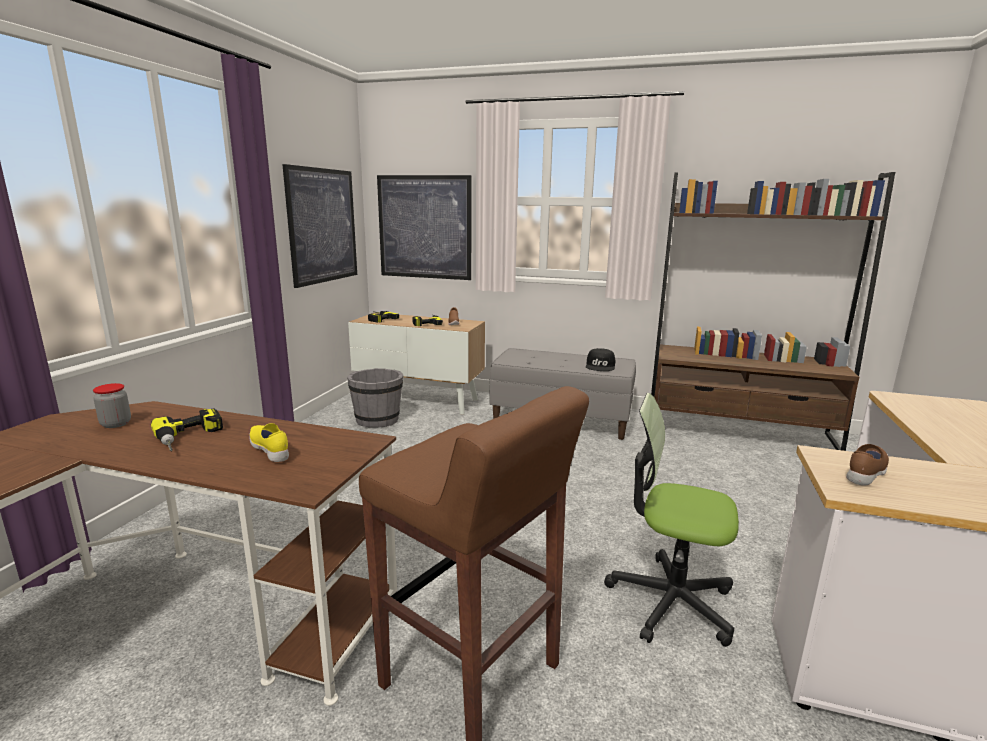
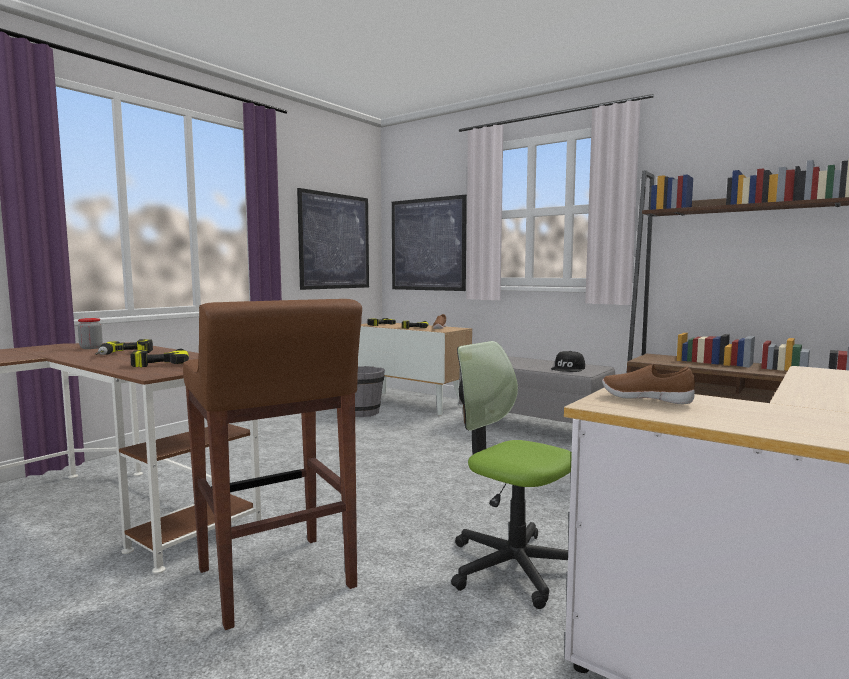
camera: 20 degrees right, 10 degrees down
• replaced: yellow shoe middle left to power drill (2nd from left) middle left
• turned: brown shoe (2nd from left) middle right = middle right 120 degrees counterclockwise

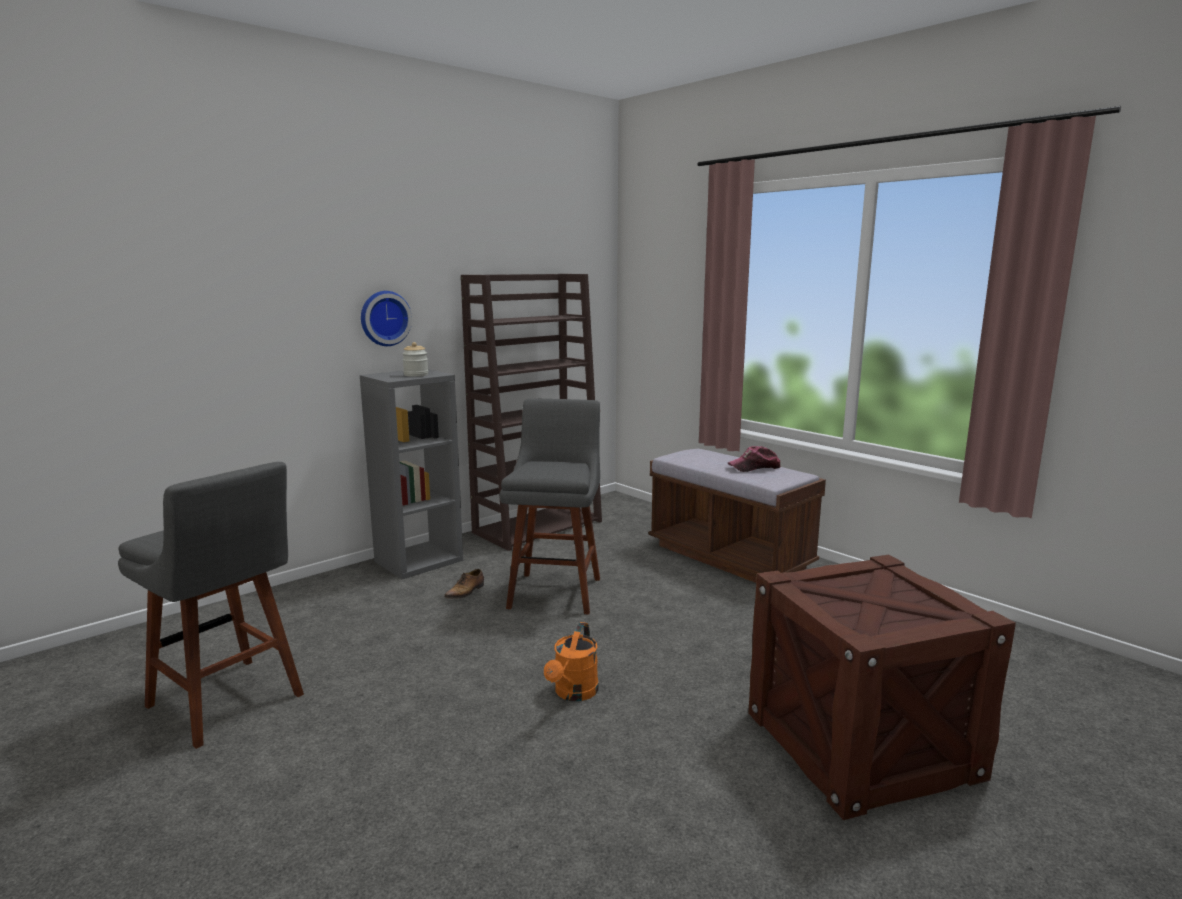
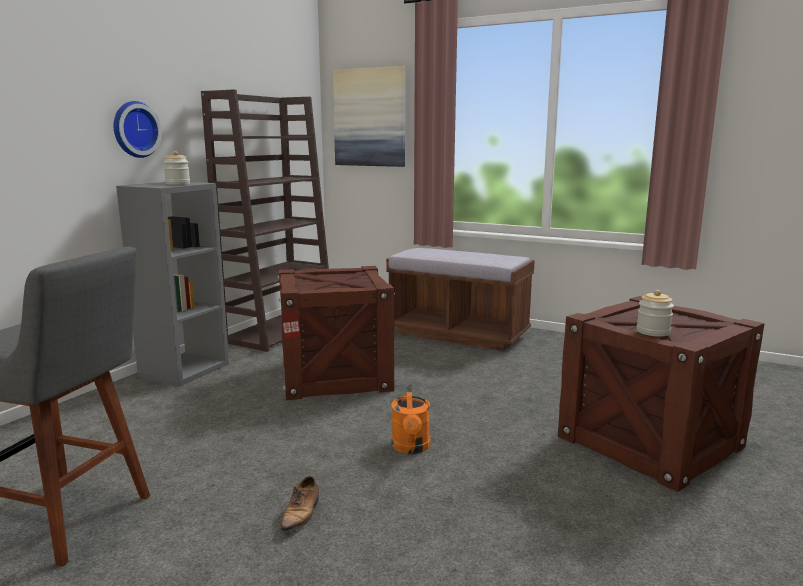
camera: 20 degrees left, 0 degrees up
• moved: shoe centre to bottom centre
• replaced: grey stool (2nd from left) centre to crate (1st from left) centre
• removed: cap centre
• added: picture top centre
• added: jar (2nd from left) middle right

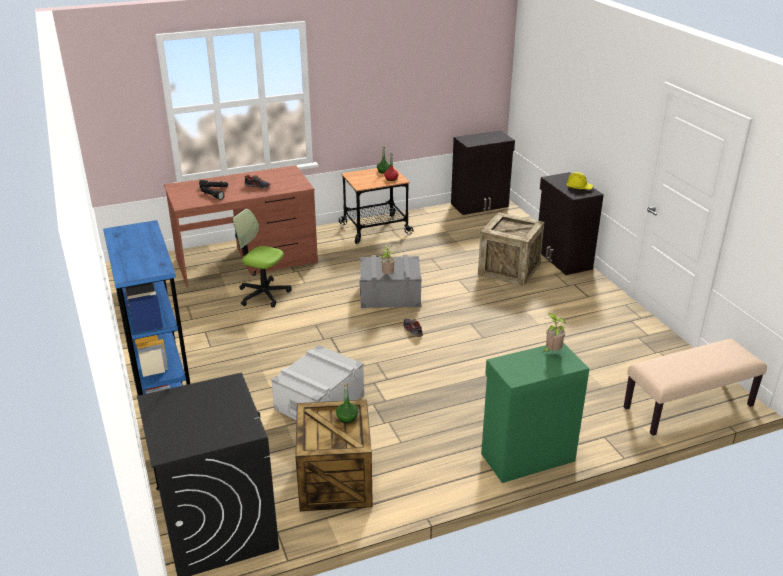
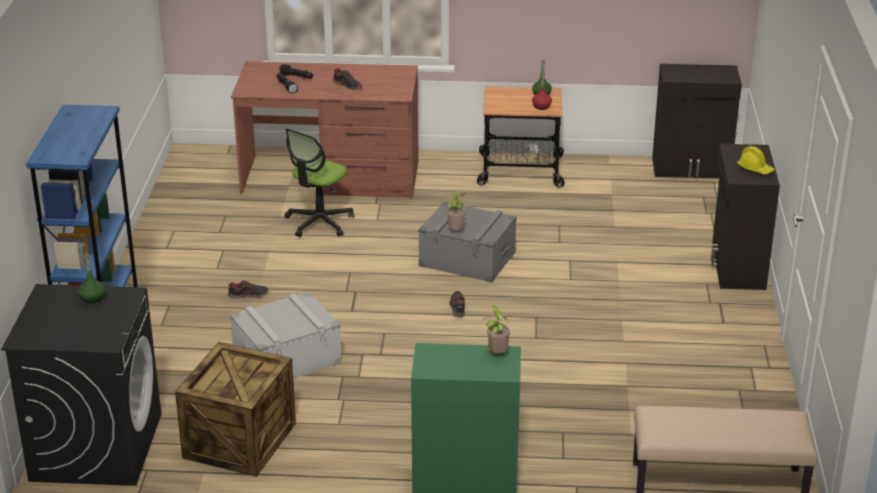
camera: 25 degrees right, 0 degrees up
• turned: office chair centre = centre 105 degrees counterclockwise
• moved: green bottle (1st from left) bottom centre to middle left
• removed: crate (2nd from left) centre
• added: shoe (1st from left) middle left

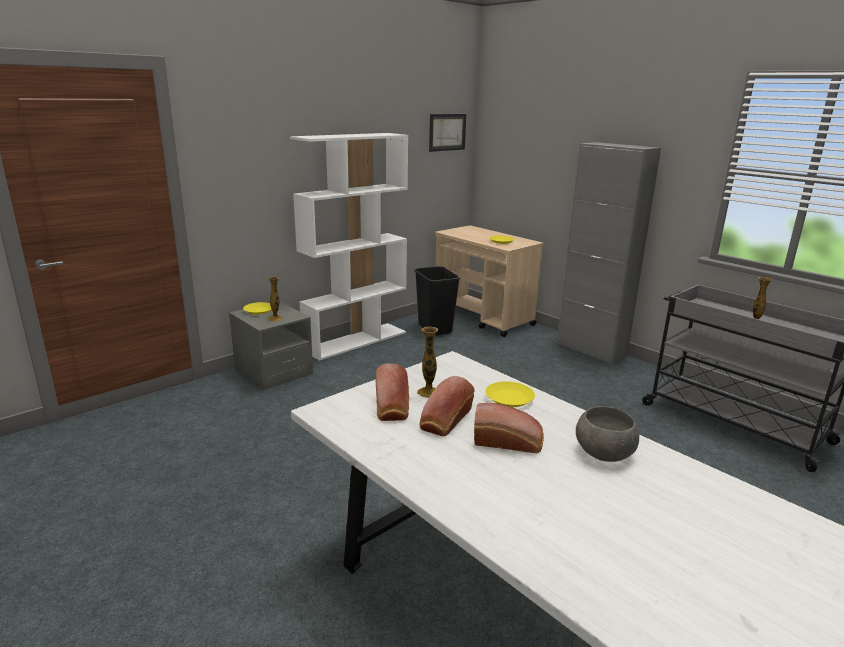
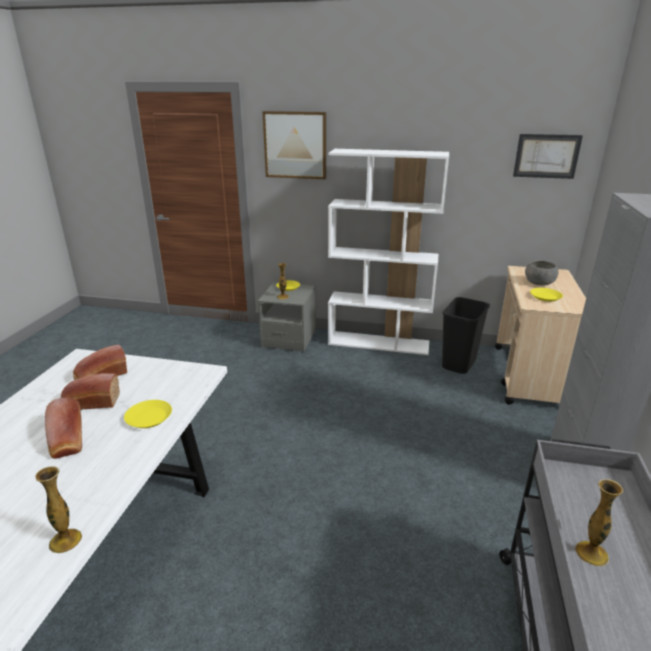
camera: 55 degrees right, 5 degrees up
• moved: vase (2nd from left in the first image) centre to vase (1st from left) bottom left
• moved: grey bowl bottom right to middle right
• added: picture (1st from left) top centre

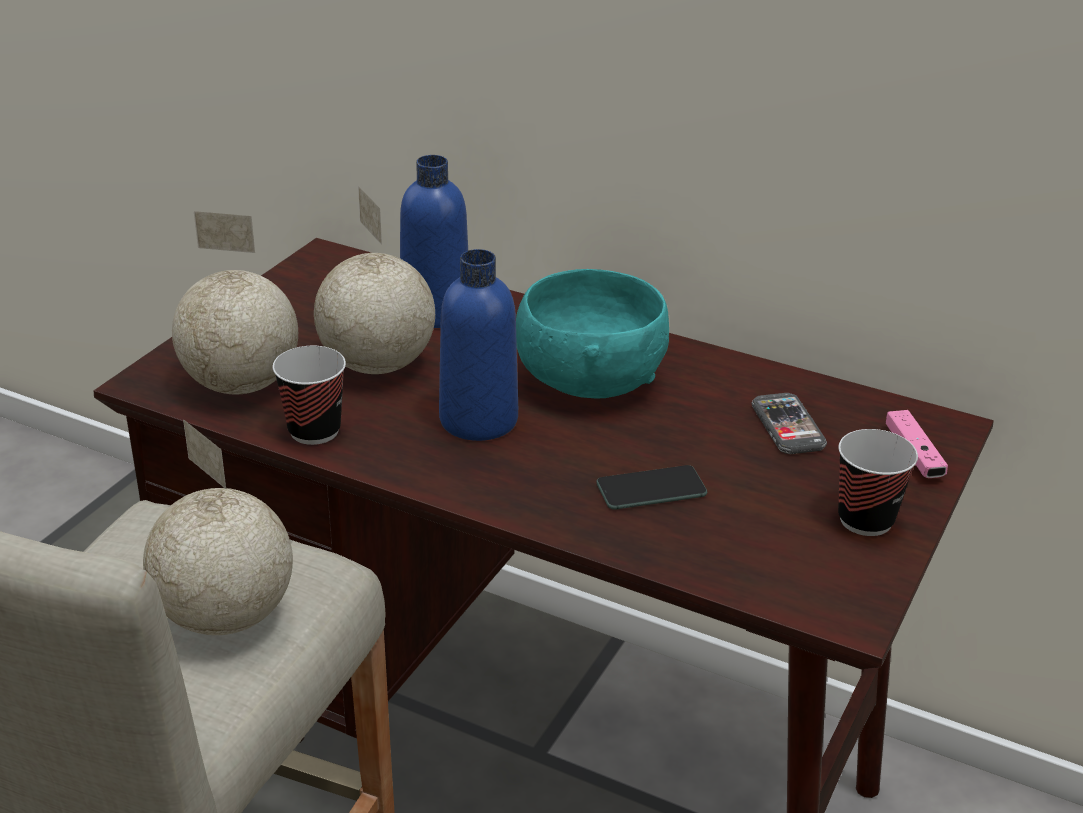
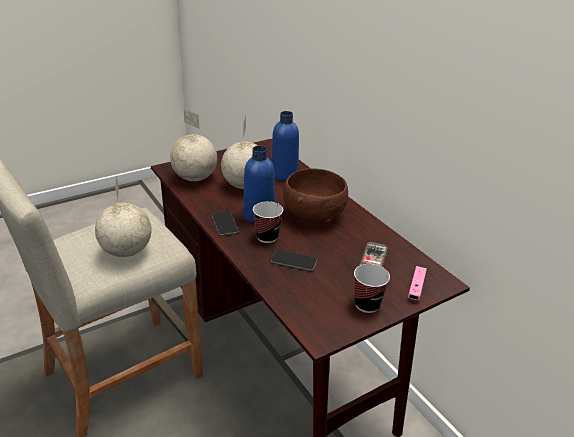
camera: 30 degrees right, 0 degrees up
• moved: cup (1st from left) middle left to centre
• recoloured: turquoise bowl centre to brown bowl centre
• added: phone (1st from left) centre

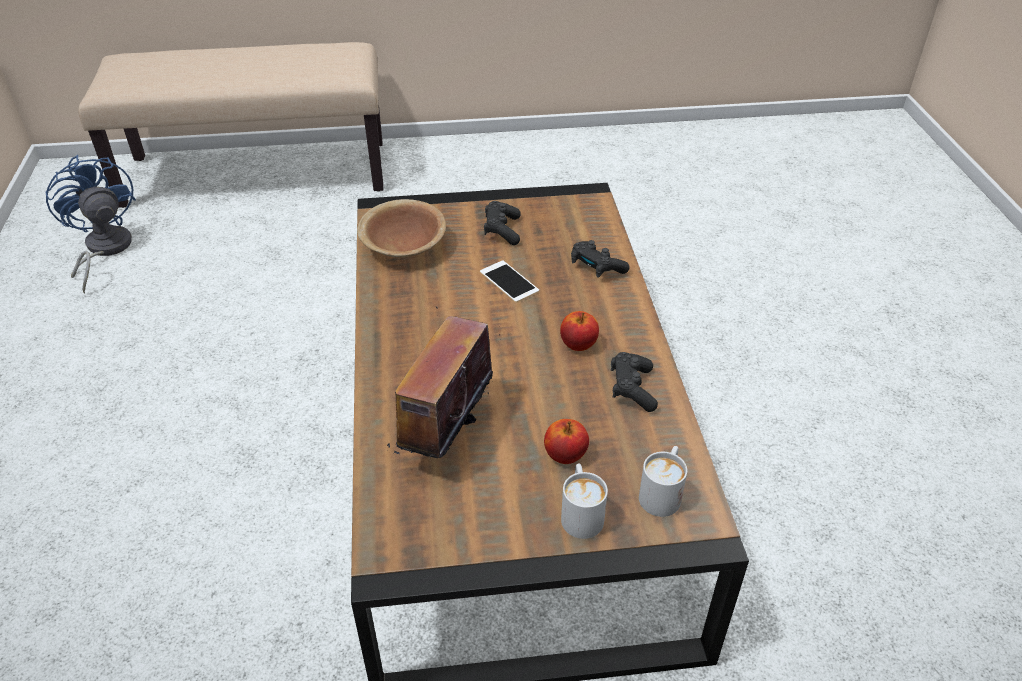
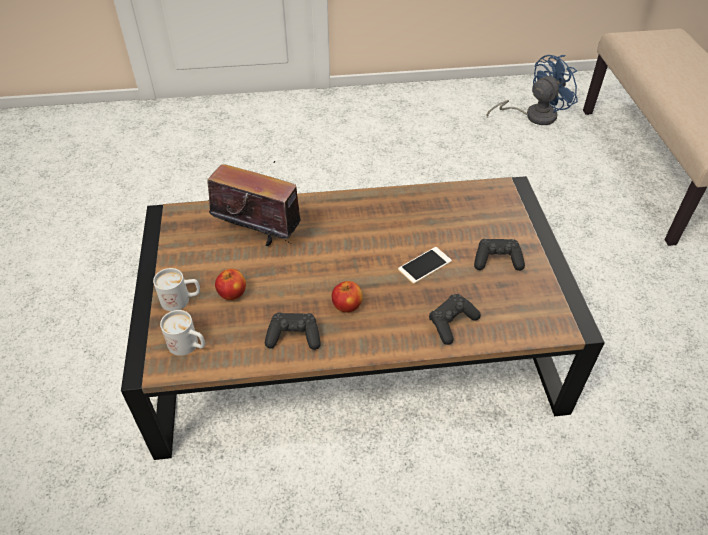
camera: 90 degrees right, 5 degrees up
• removed: brown bowl centre

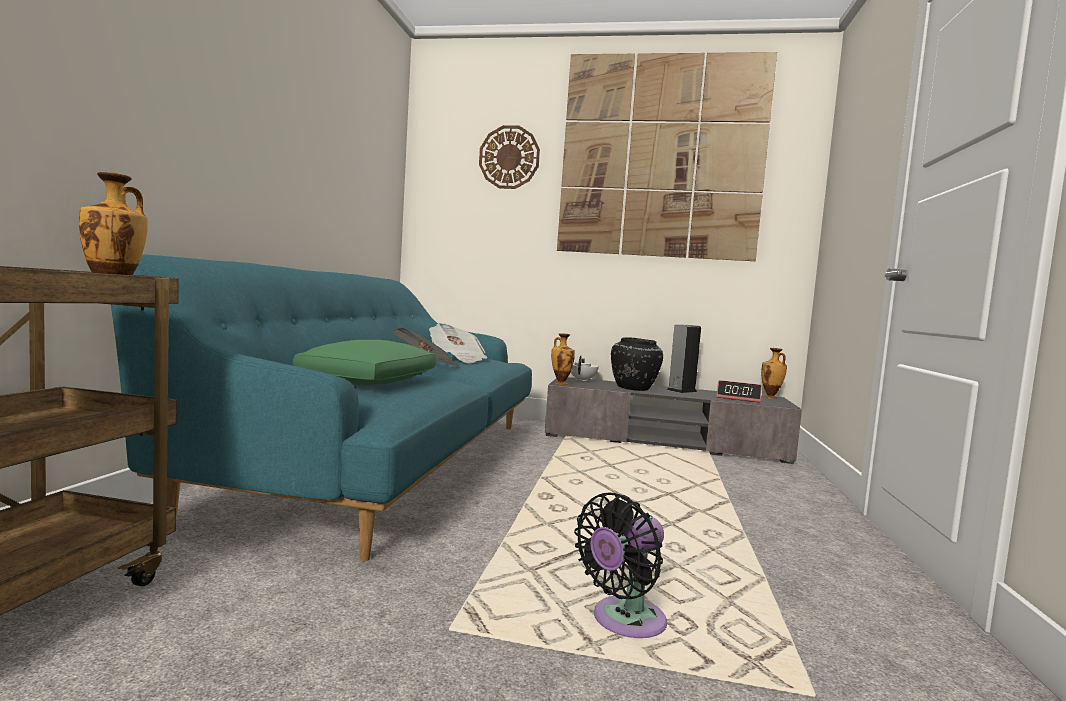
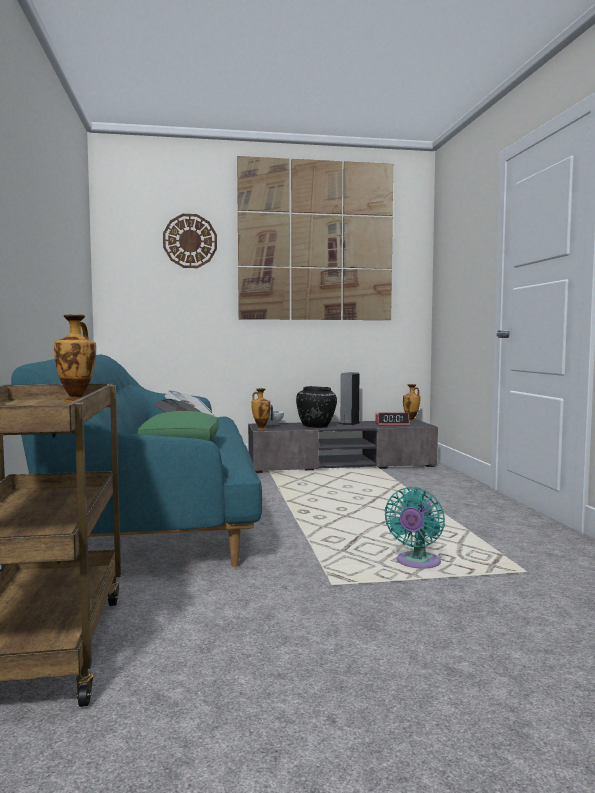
camera: 20 degrees left, 0 degrees up
• recoloured: black fan bottom centre to turquoise fan middle right

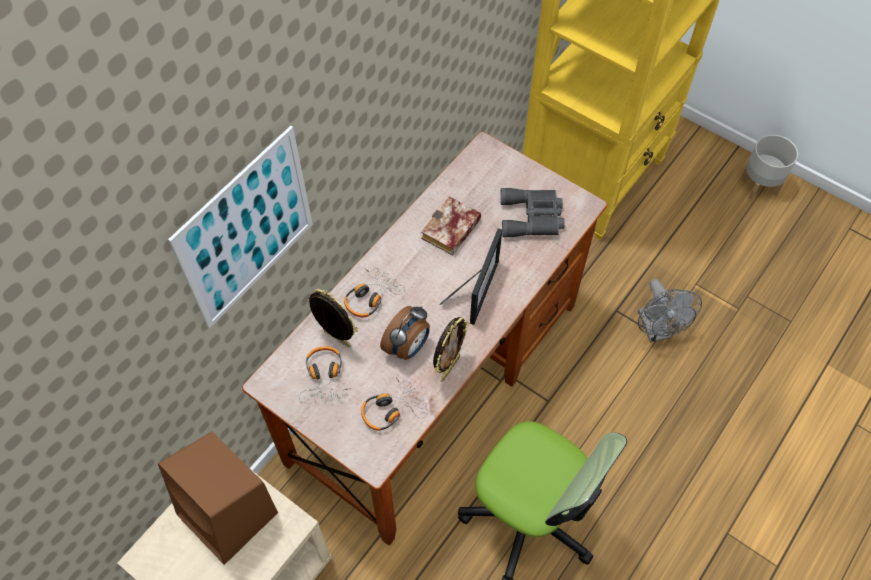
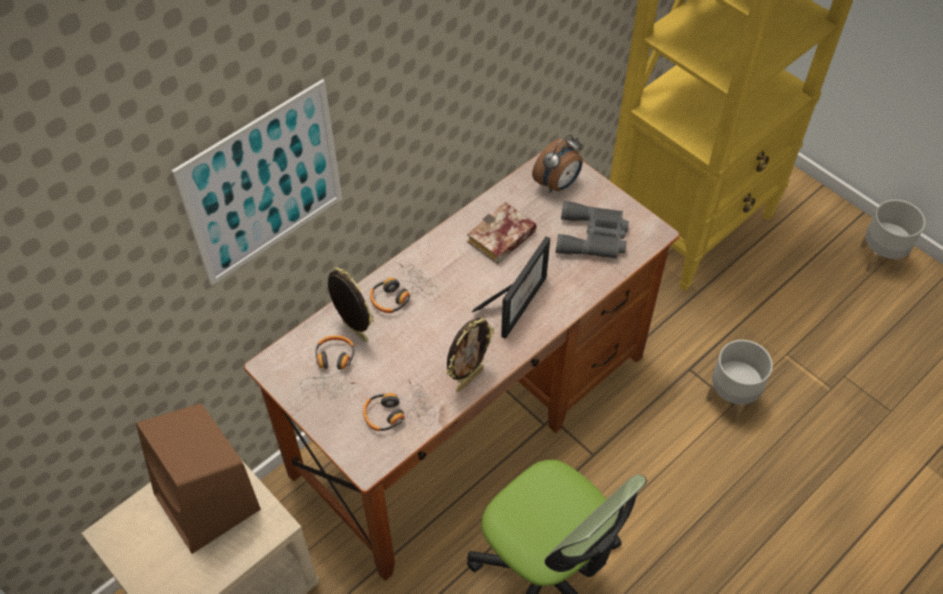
camera: 10 degrees right, 5 degrees down
• moved: alarm clock centre to top centre
• replaced: grey fan middle right to grey planter (1st from left) middle right

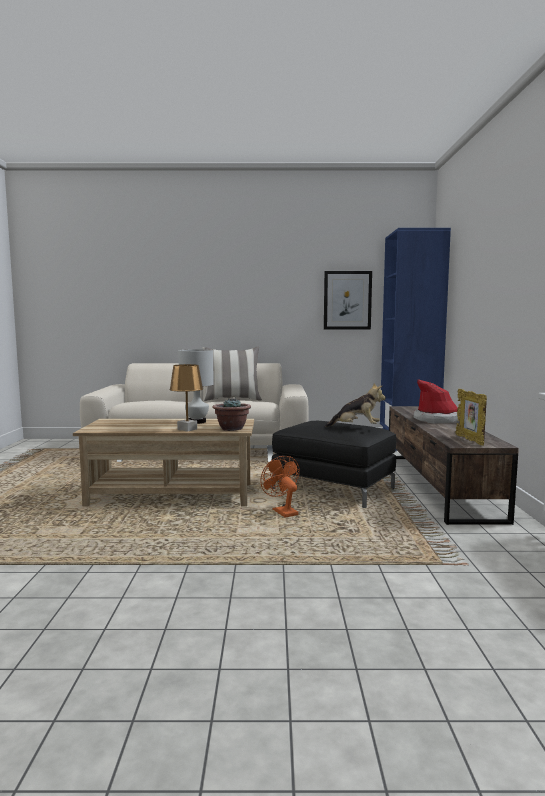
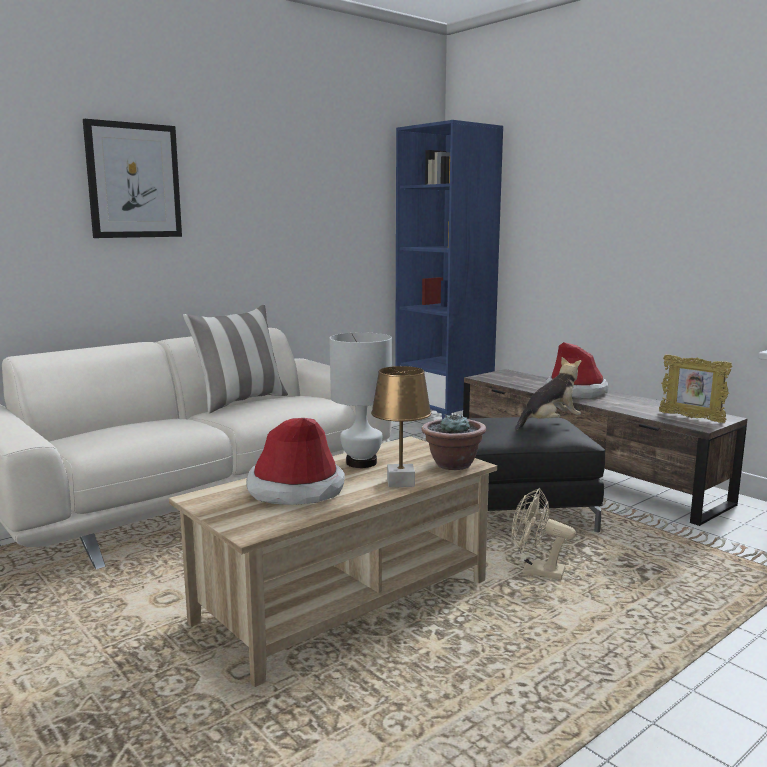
camera: 40 degrees left, 5 degrees up
• recoloured: orange fan centre to beige fan bottom right
• moved: picture centre to top left
• added: hat (1st from left) centre

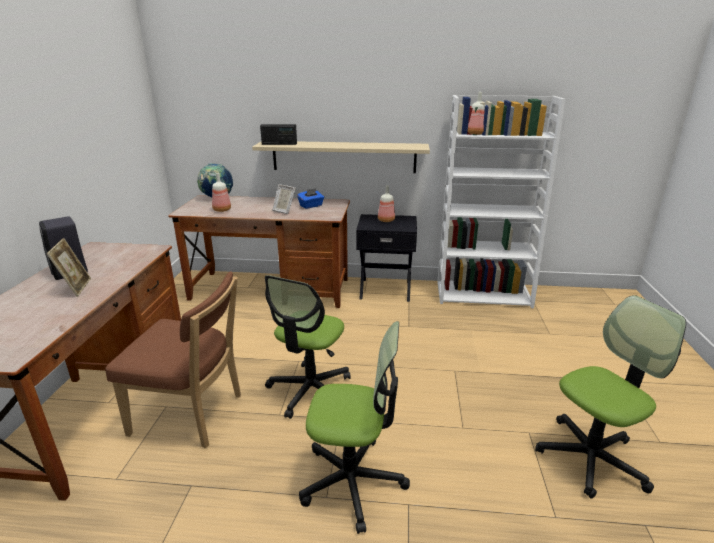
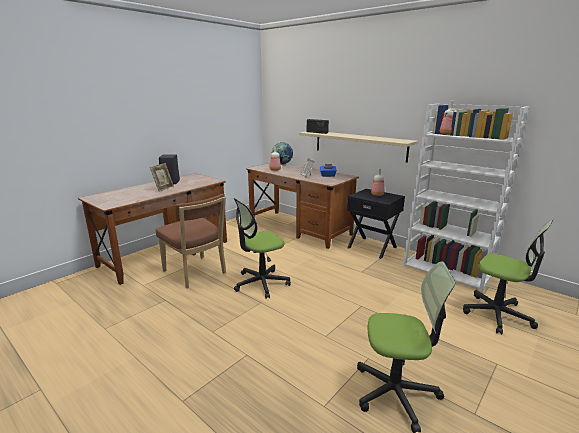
camera: 35 degrees right, 5 degrees down
• moved: office chair (2nd from left in the first image) bottom centre to office chair (3rd from left) middle right

